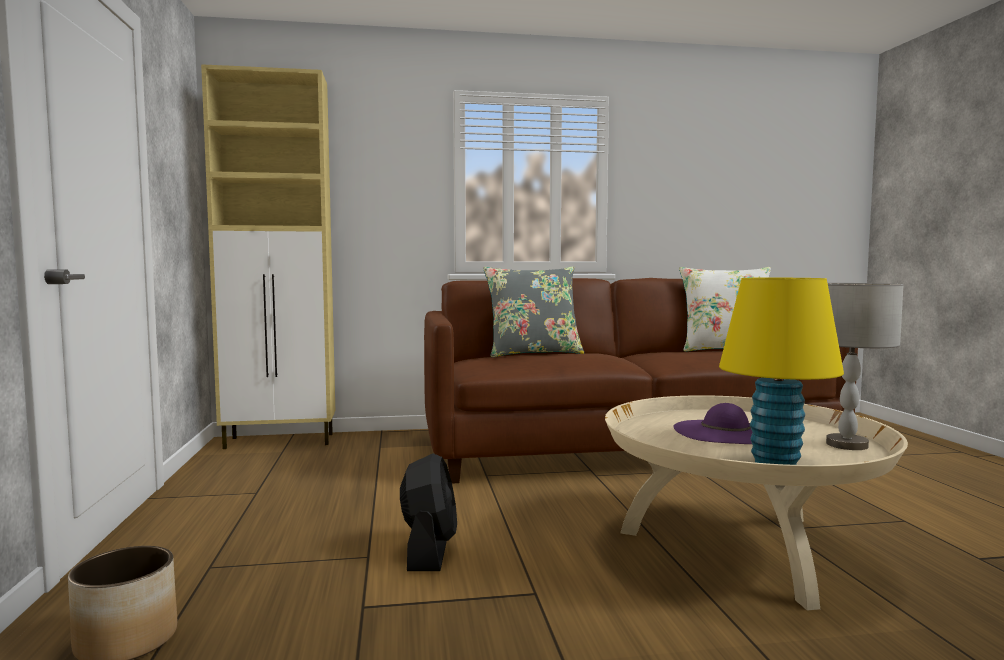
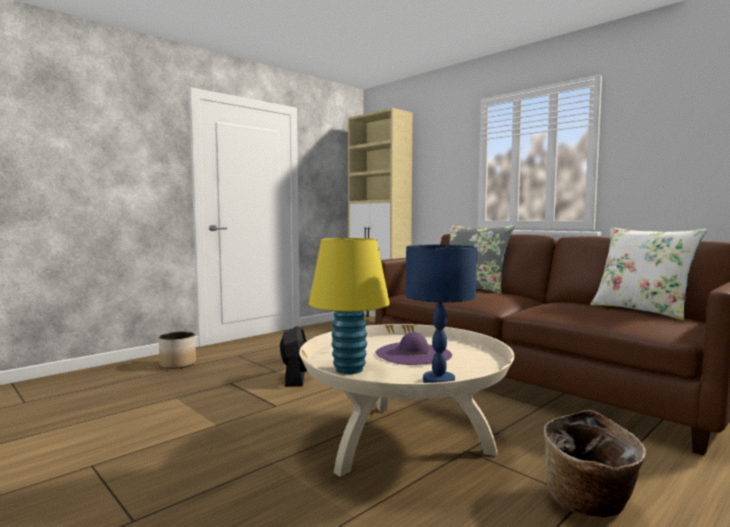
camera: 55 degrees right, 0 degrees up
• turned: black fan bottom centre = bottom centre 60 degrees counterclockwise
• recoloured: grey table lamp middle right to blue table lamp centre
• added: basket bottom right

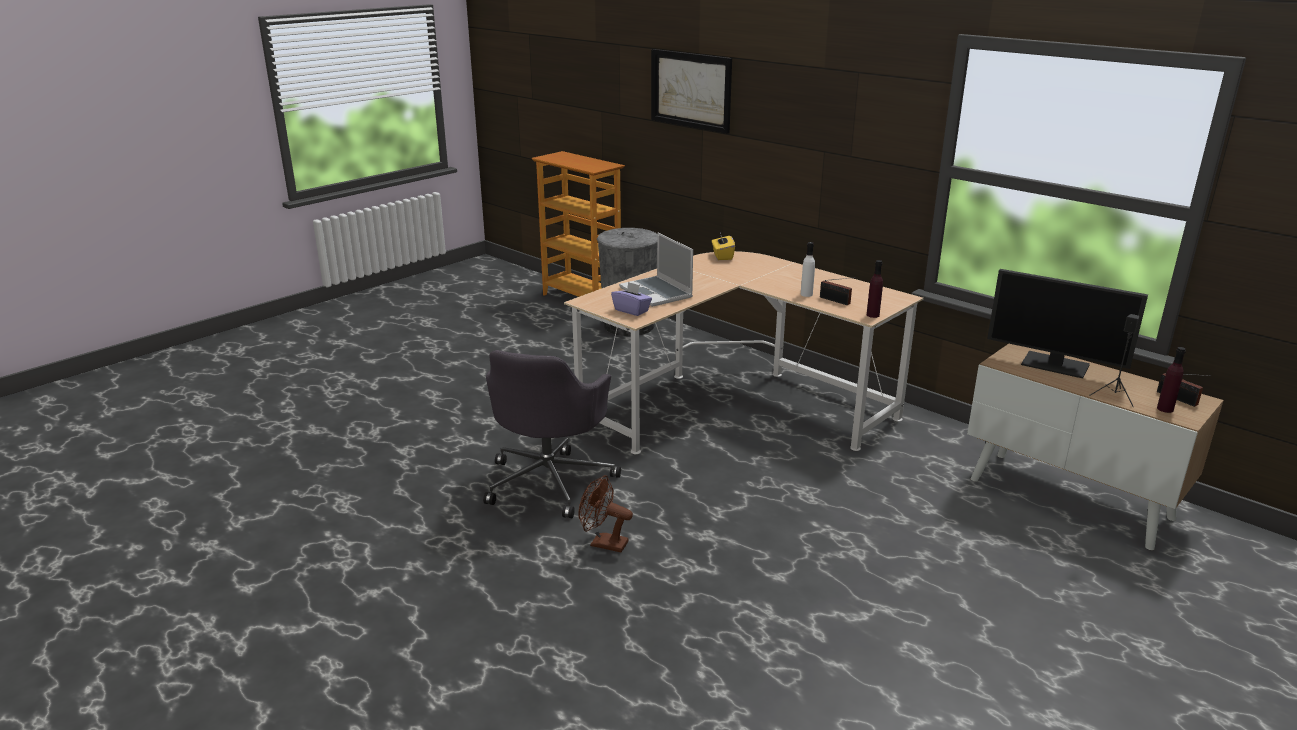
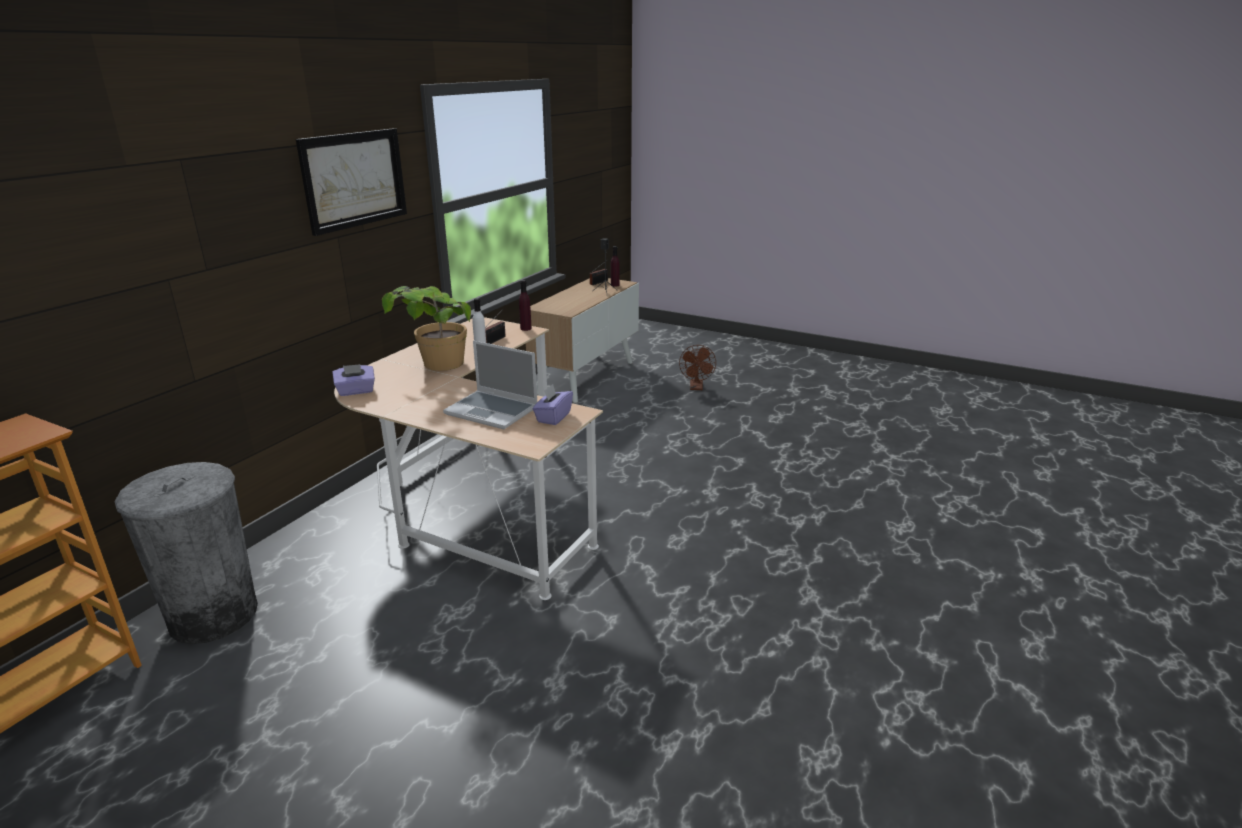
camera: 105 degrees left, 0 degrees up
• removed: grey office chair centre
• moved: brown fan bottom centre to centre
• turned: laptop centre = centre 75 degrees clockwise
• moved: picture top centre to top left
• recoloured: yellow tissue box centre to purple tissue box (1st from left) middle left
• removed: monitor middle right
• added: potted plant centre

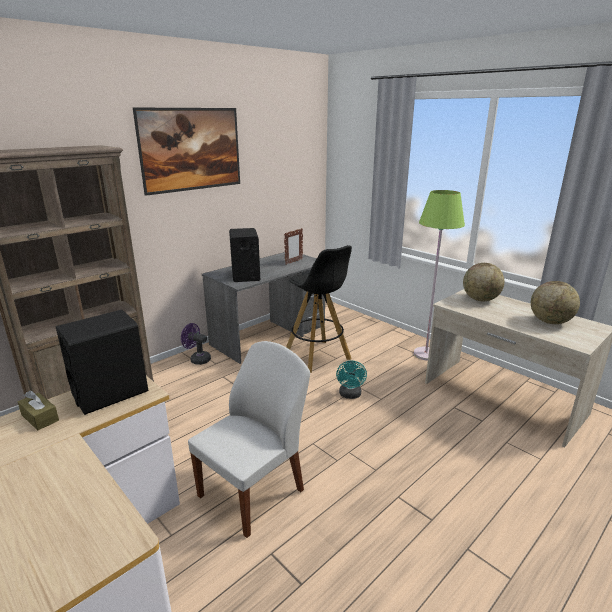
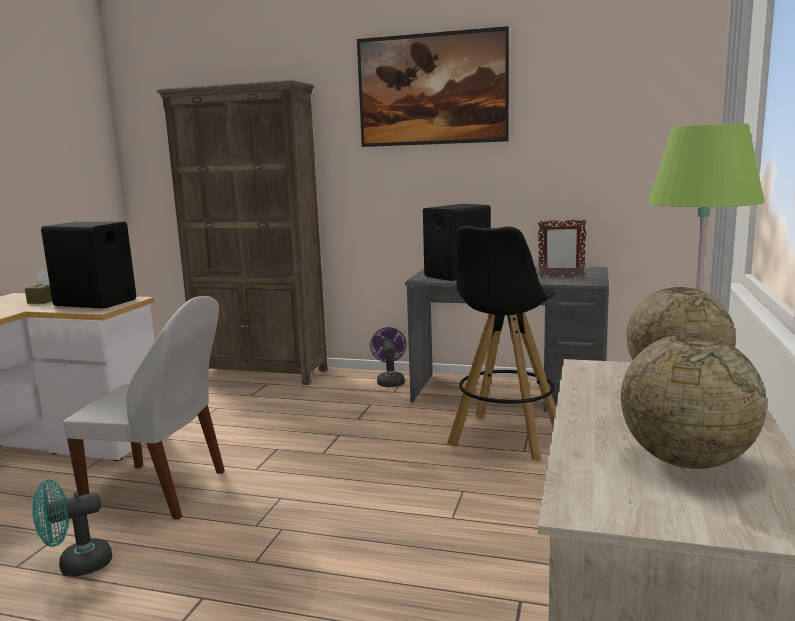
camera: 60 degrees right, 10 degrees down
• moved: turquoise fan centre to bottom left

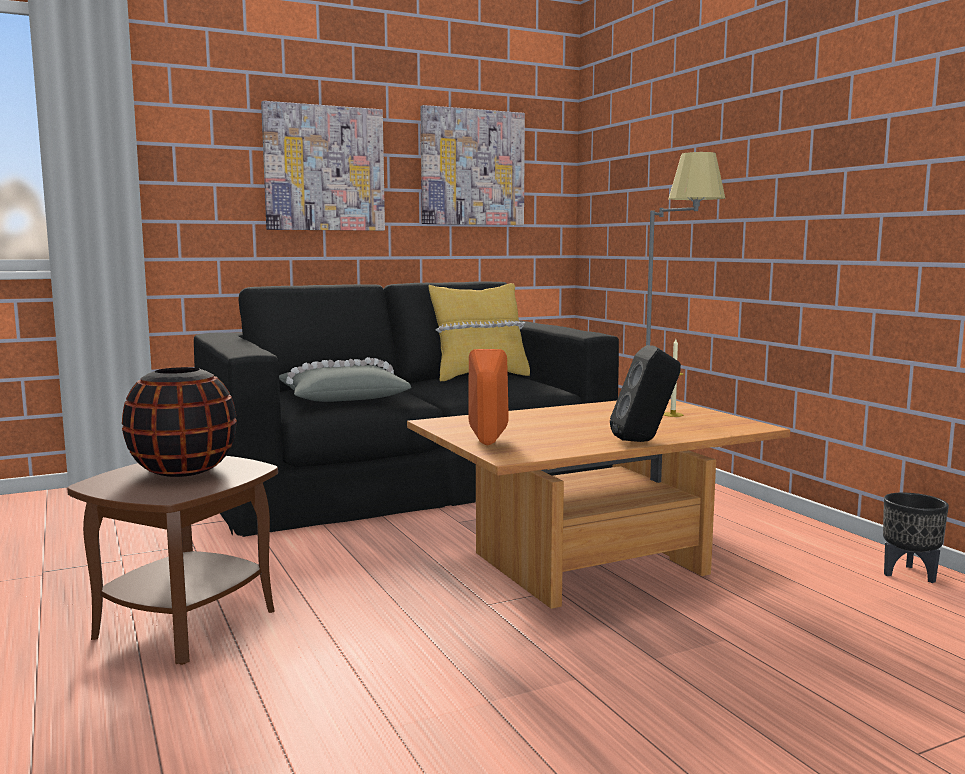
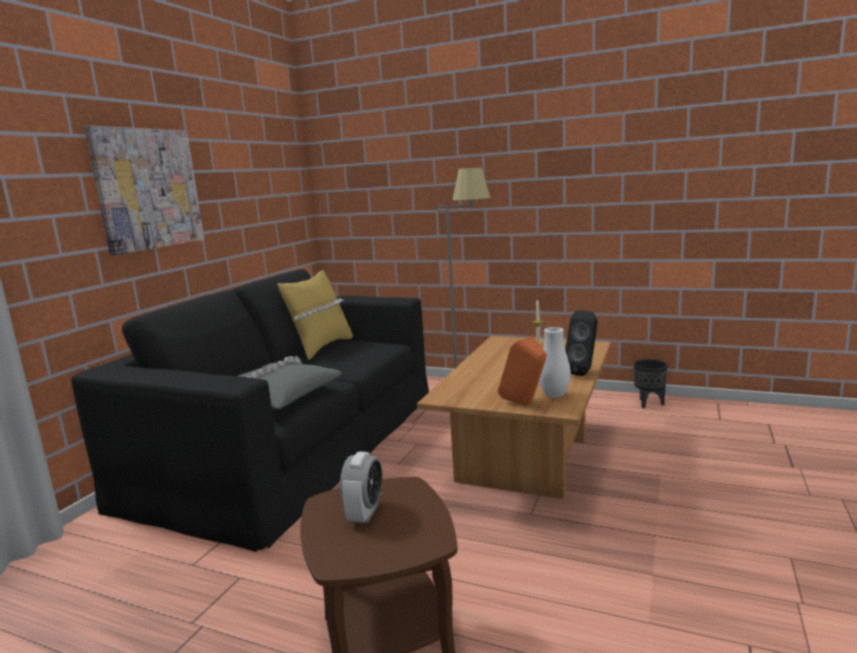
camera: 40 degrees left, 5 degrees up
• replaced: black vase middle left to alarm clock bottom centre
• removed: picture (2nd from left) top centre
• added: white vase centre

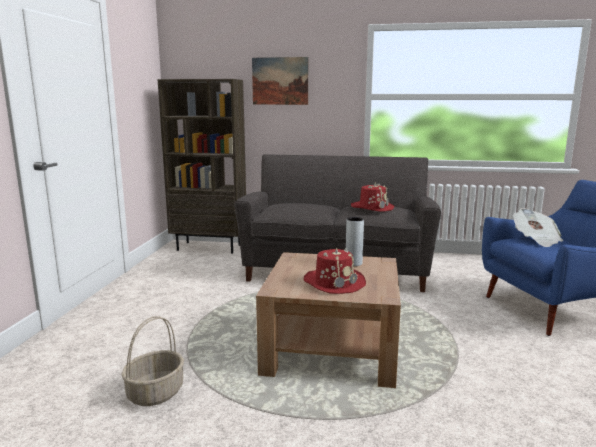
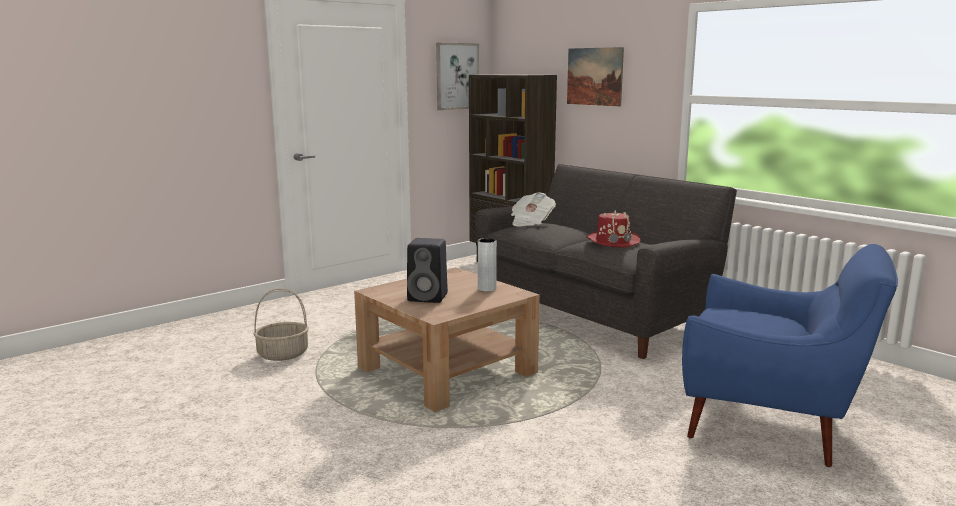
camera: 40 degrees right, 0 degrees up
• replaced: red hat (1st from left) centre to black speaker centre
• moved: newspaper middle right to centre
• added: picture (1st from left) top centre

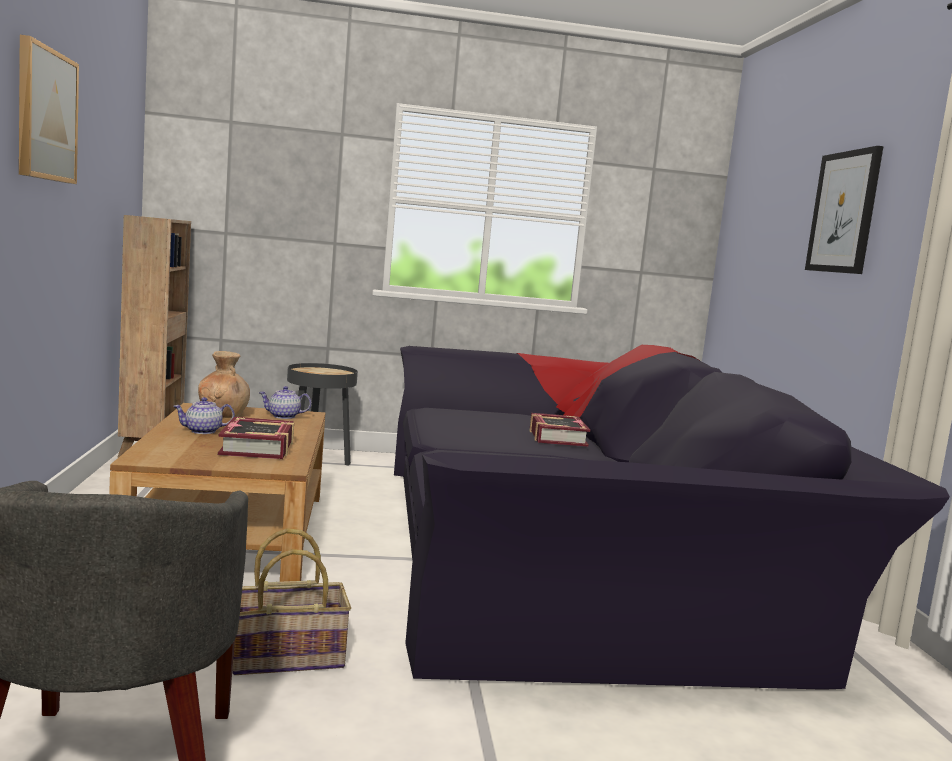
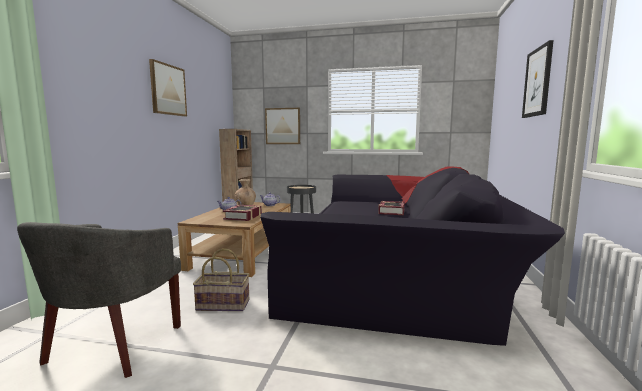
camera: 20 degrees right, 0 degrees up
• added: picture (2nd from left) top centre

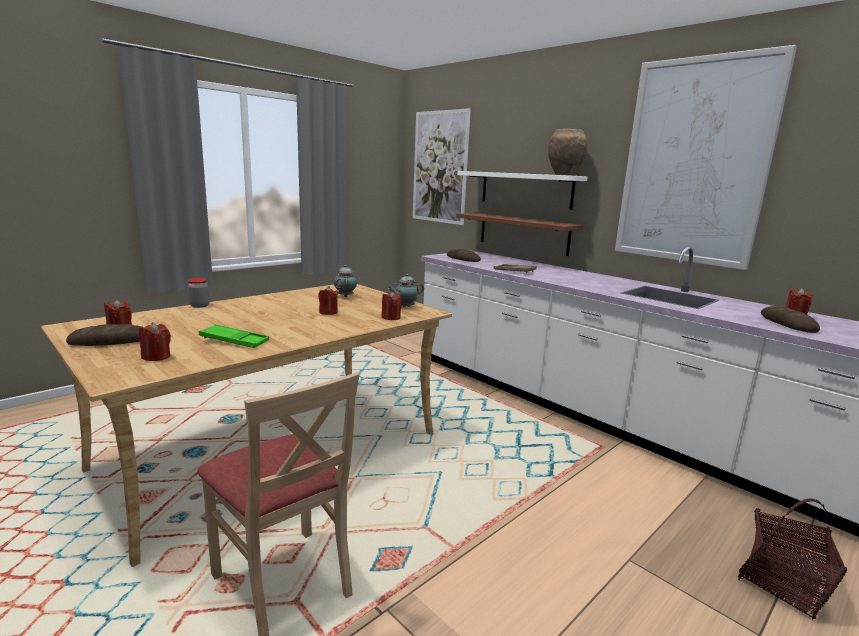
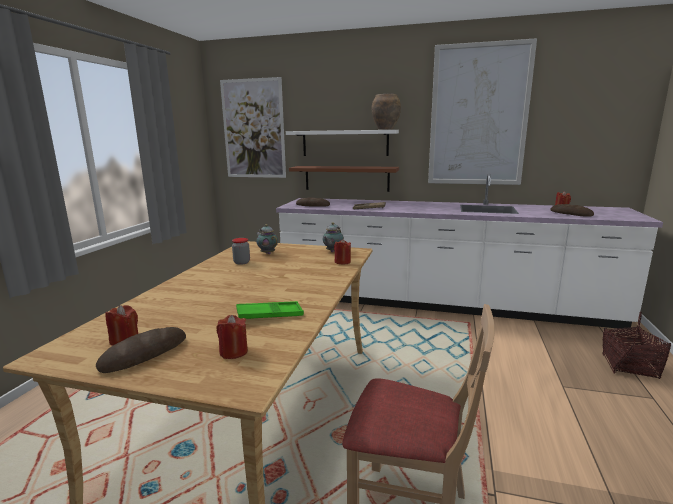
camera: 30 degrees left, 0 degrees up
• moved: jar middle left to centre
• removed: red candle (3rd from left) centre

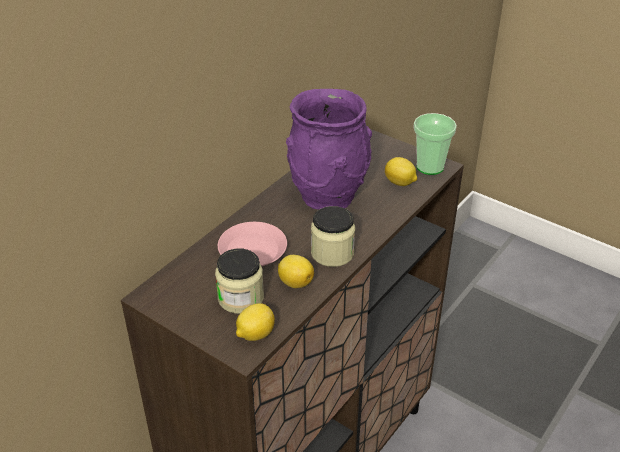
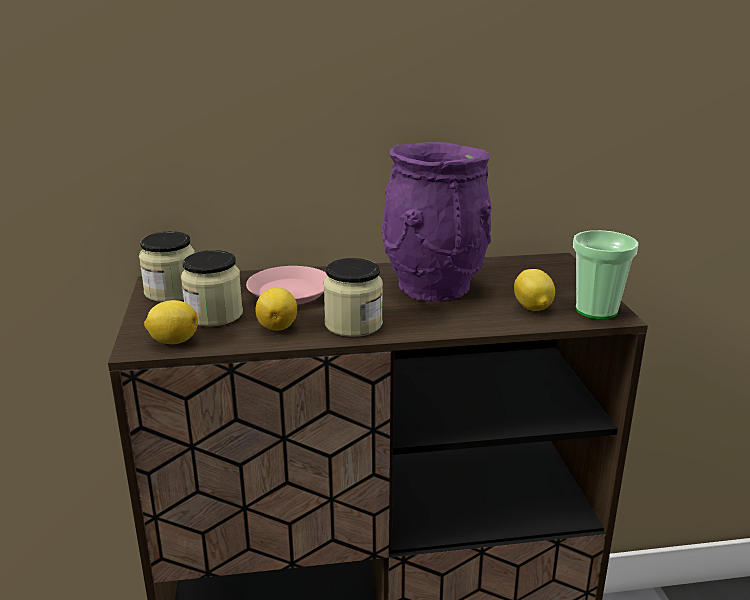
camera: 45 degrees right, 15 degrees down
• added: jar (1st from left) middle left

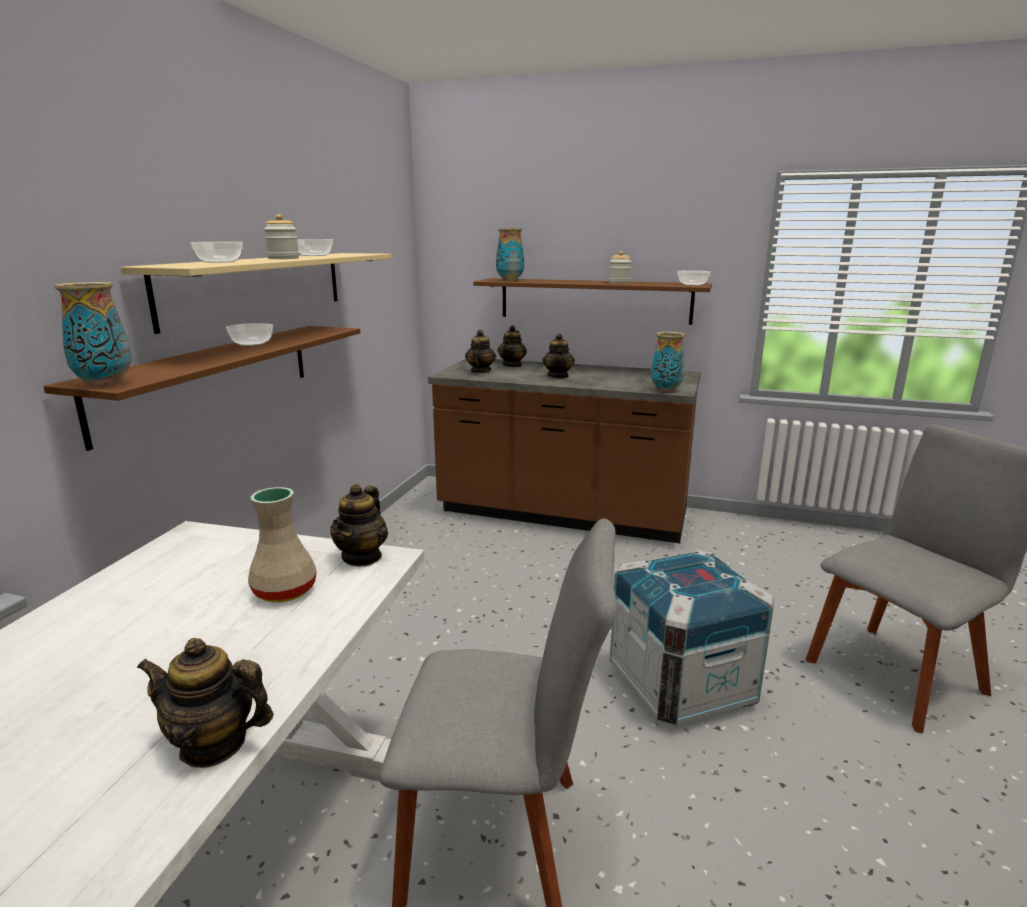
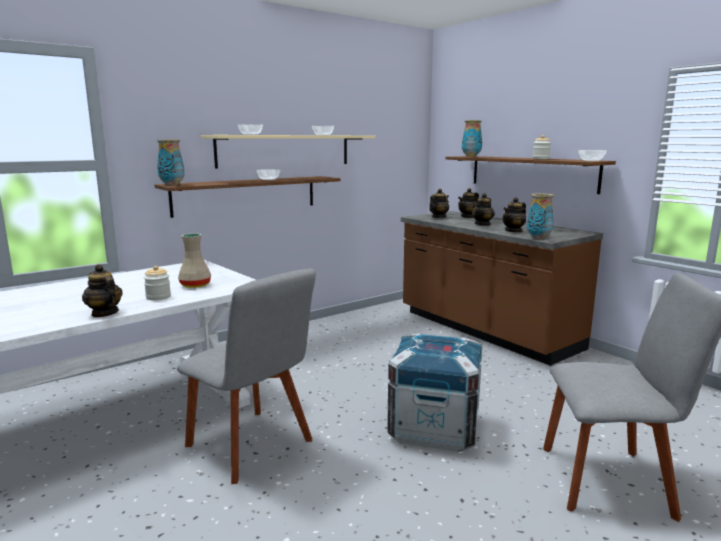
camera: 35 degrees right, 5 degrees down
• moved: jar (1st from left) top left to middle left
• moved: teapot (2nd from left in the first image) centre to teapot (5th from left) middle right

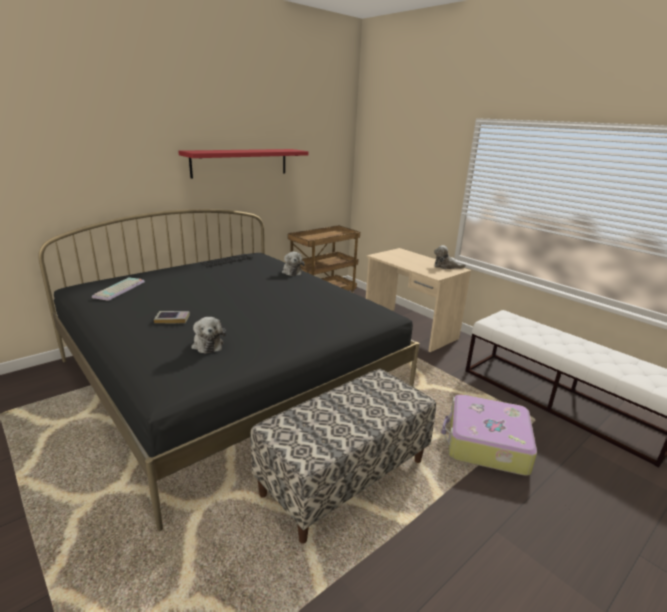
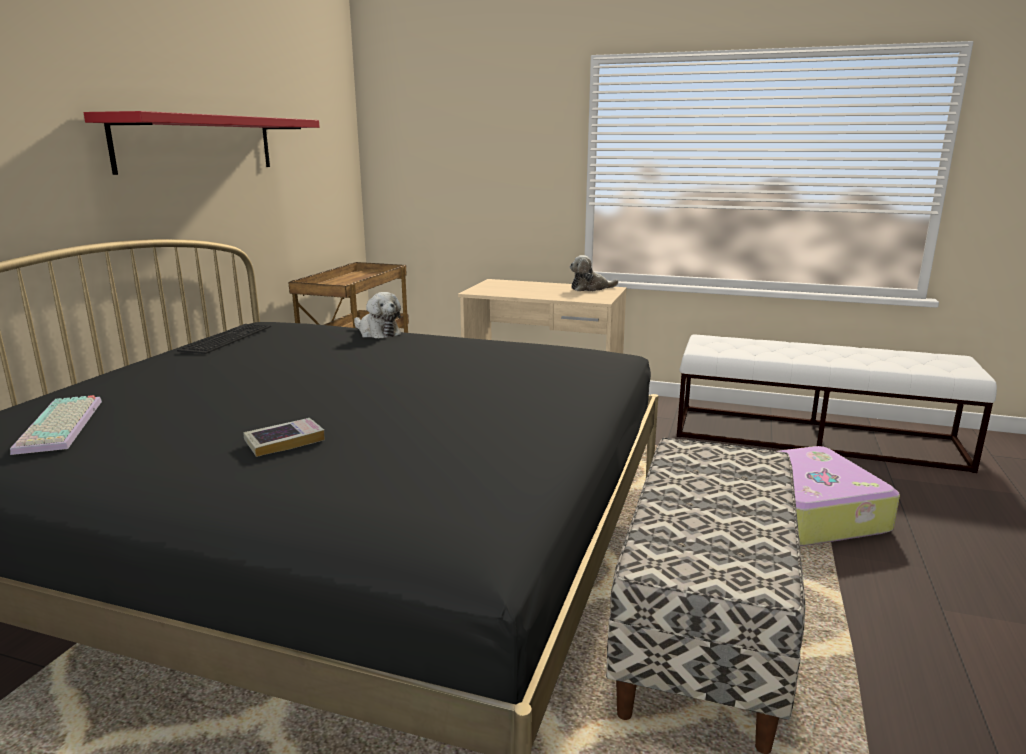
camera: 30 degrees left, 5 degrees down
• removed: plush toy (1st from left) middle left

